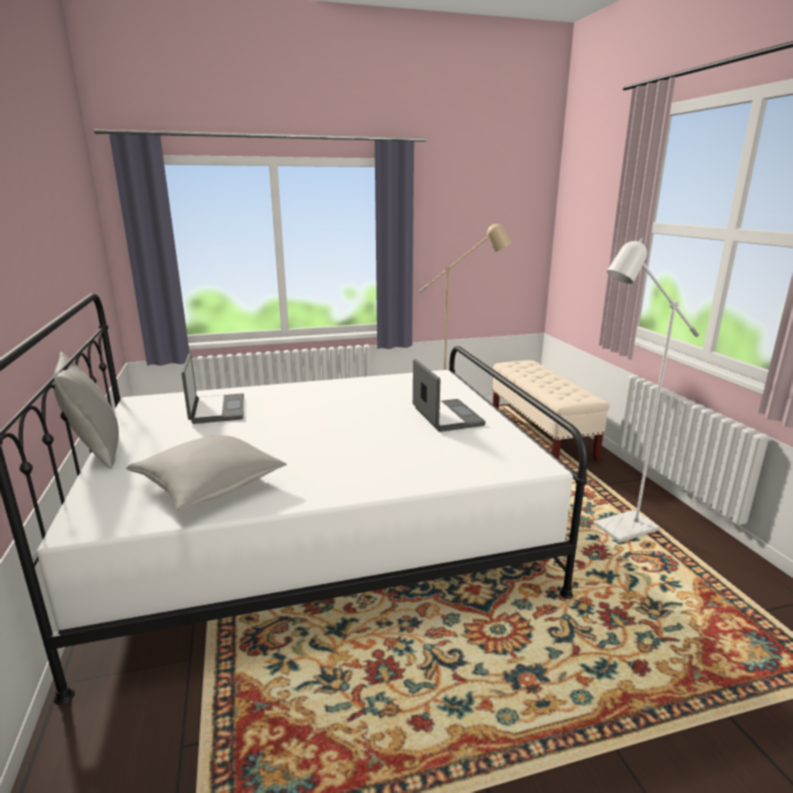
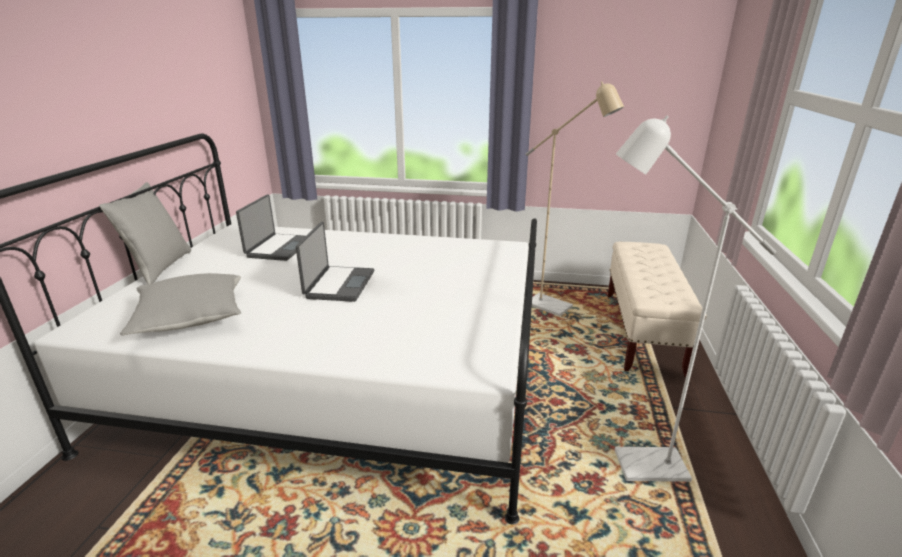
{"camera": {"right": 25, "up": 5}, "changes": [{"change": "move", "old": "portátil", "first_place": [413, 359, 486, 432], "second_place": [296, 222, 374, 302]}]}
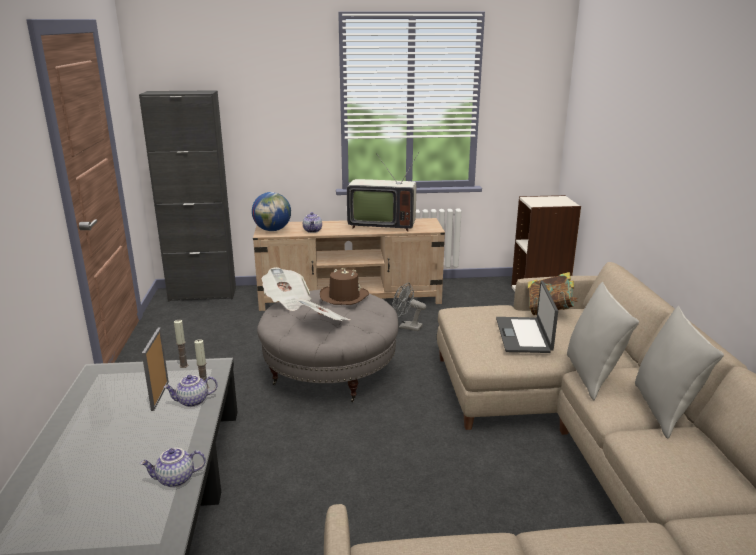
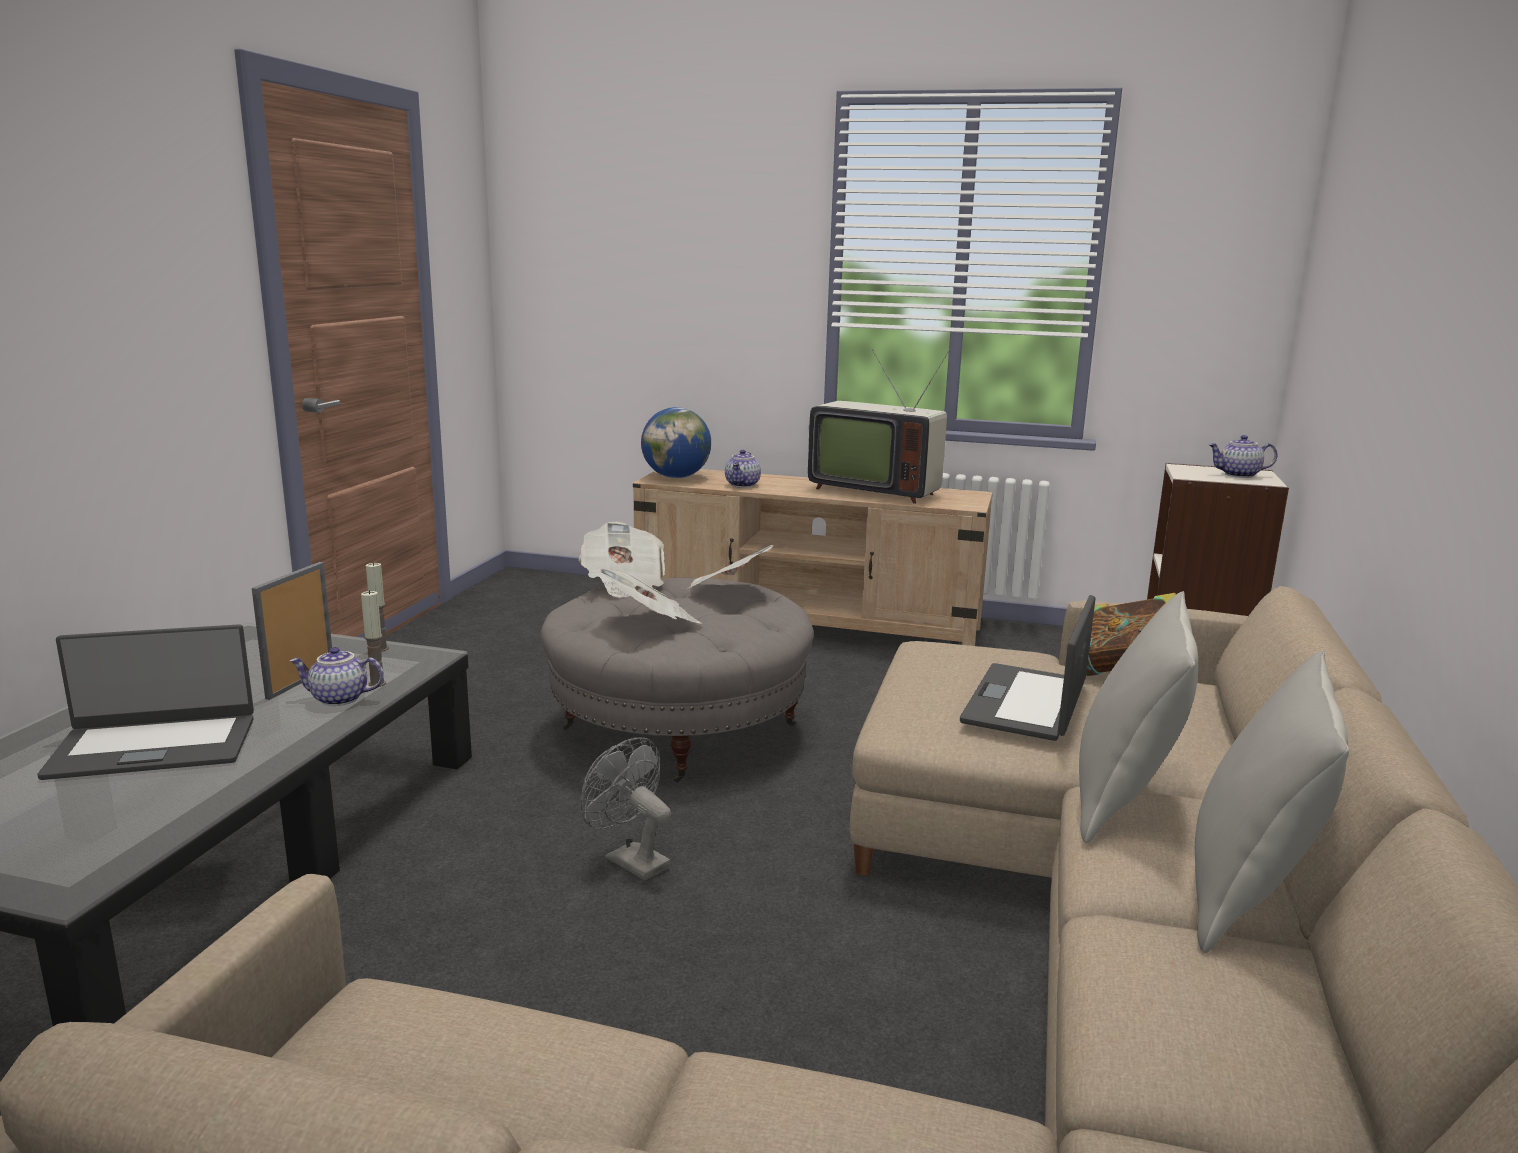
{"camera": {"right": 20, "up": -5}, "changes": [{"change": "delete", "old": "armario/negro", "first_place": [139, 90, 236, 302]}, {"change": "move", "old": "tetera", "first_place": [140, 448, 206, 488], "second_place": [1208, 435, 1277, 478]}, {"change": "replace", "old": "sombrero/marrón", "new": "periódico", "first_place": [320, 268, 369, 305], "second_place": [687, 545, 774, 589]}, {"change": "move", "old": "ventilador/gris", "first_place": [393, 282, 426, 331], "second_place": [580, 737, 671, 880]}, {"change": "insert", "new": "portátil", "second_place": [37, 624, 254, 780]}]}
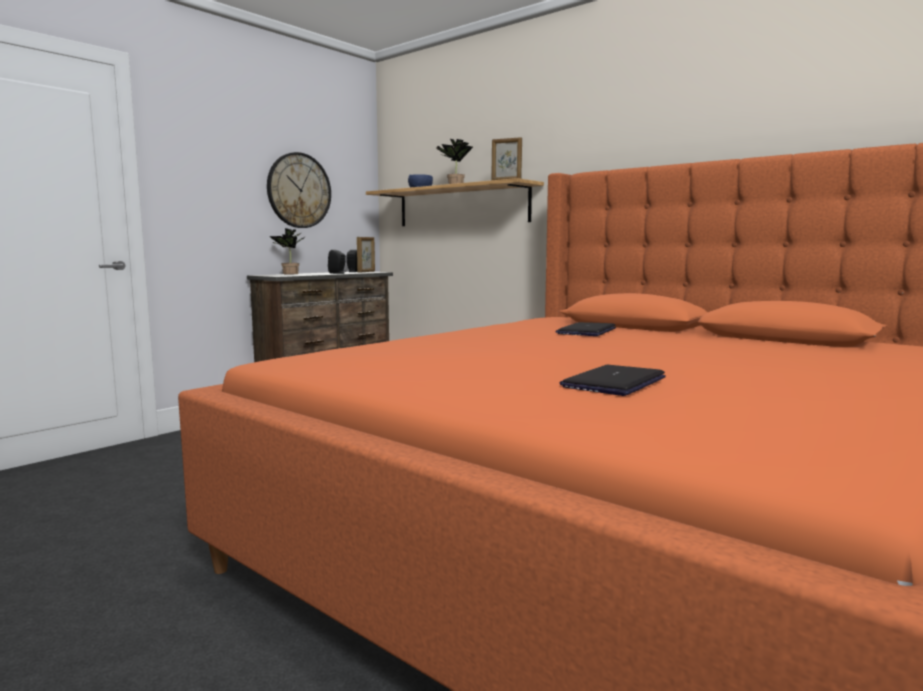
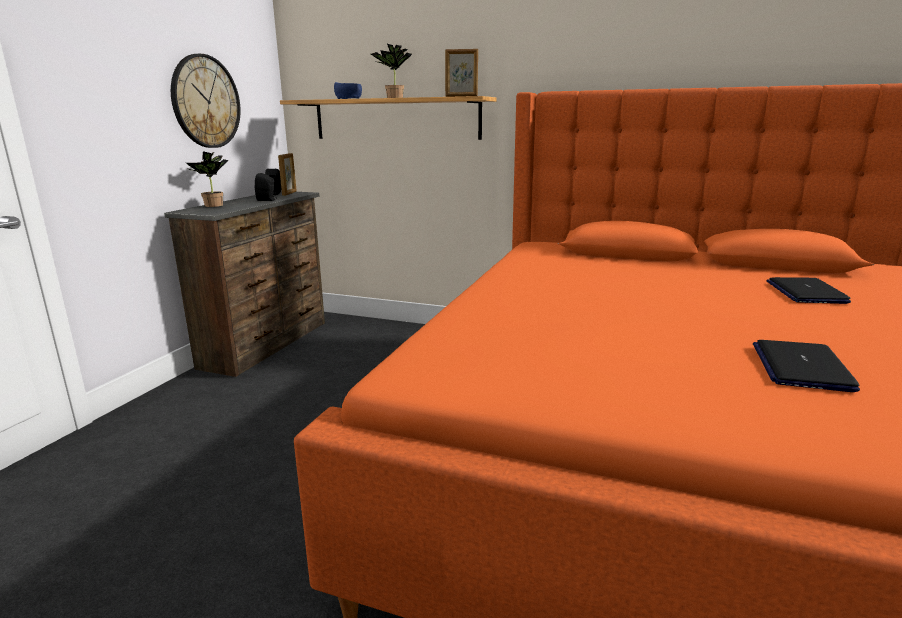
{"camera": {"right": -20, "up": 10}, "changes": [{"change": "move", "old": "portátil", "first_place": [556, 322, 616, 336], "second_place": [766, 277, 851, 304]}]}
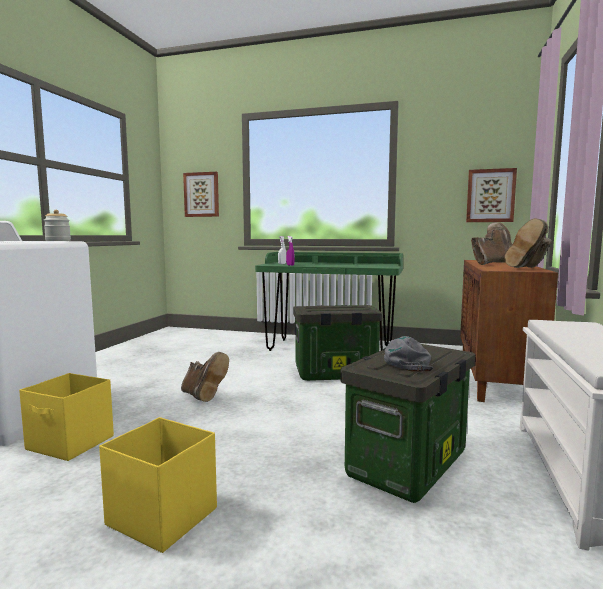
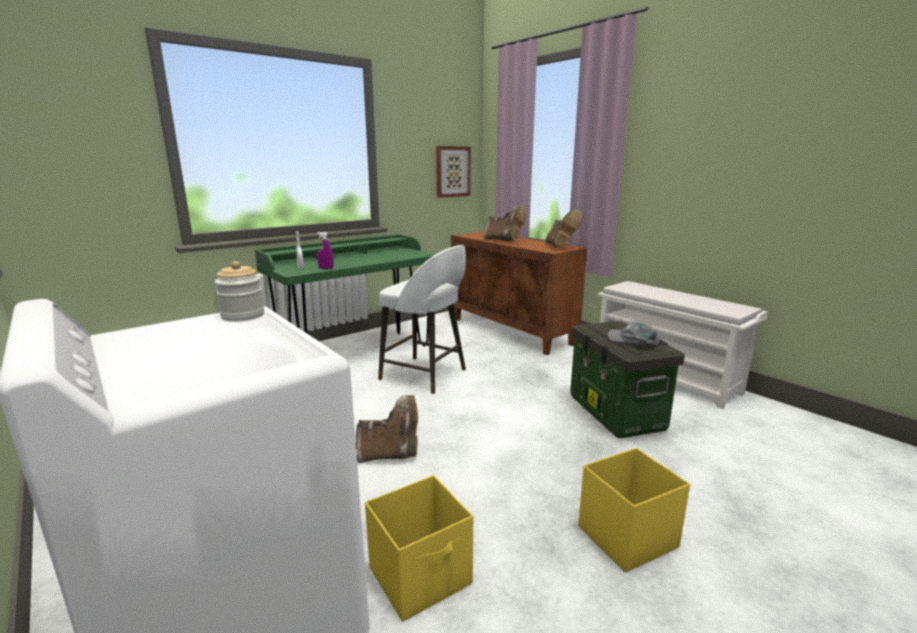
{"camera": {"right": -55, "up": 10}, "changes": [{"change": "delete", "old": "cuadro", "first_place": [183, 172, 219, 217]}, {"change": "replace", "old": "caja de almacenaje", "new": "taburete/blanco", "first_place": [293, 305, 383, 381], "second_place": [378, 245, 466, 394]}, {"change": "rotate", "old": "bota/marrón", "first_place": [471, 222, 512, 265], "second_place": [484, 205, 526, 241], "degrees": 120}]}
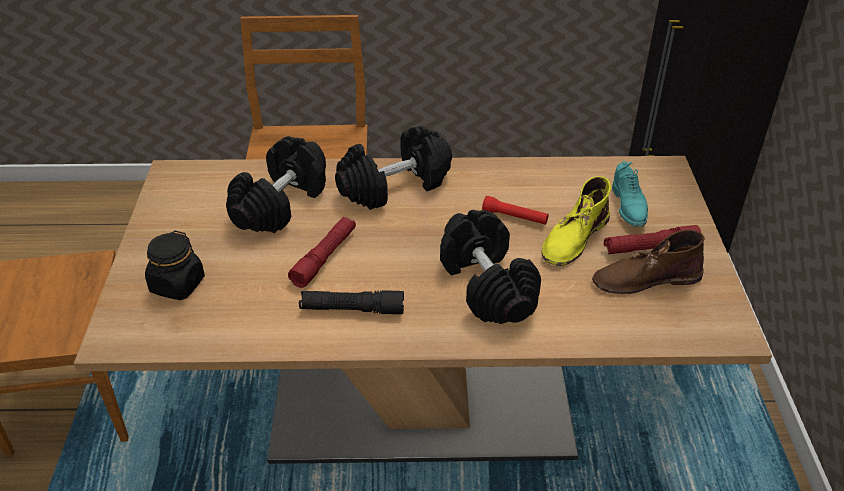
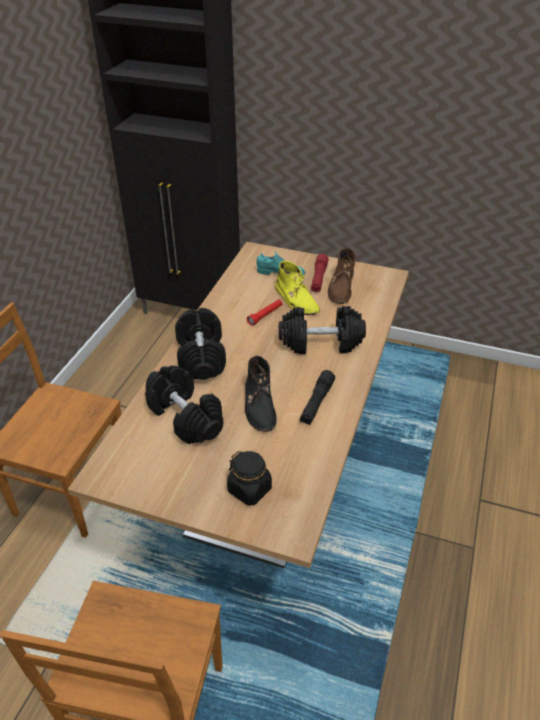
{"camera": {"right": -70, "up": 0}, "changes": [{"change": "replace", "old": "linterna/rojo", "new": "bota/negro", "first_place": [288, 217, 356, 288], "second_place": [245, 356, 277, 432]}]}
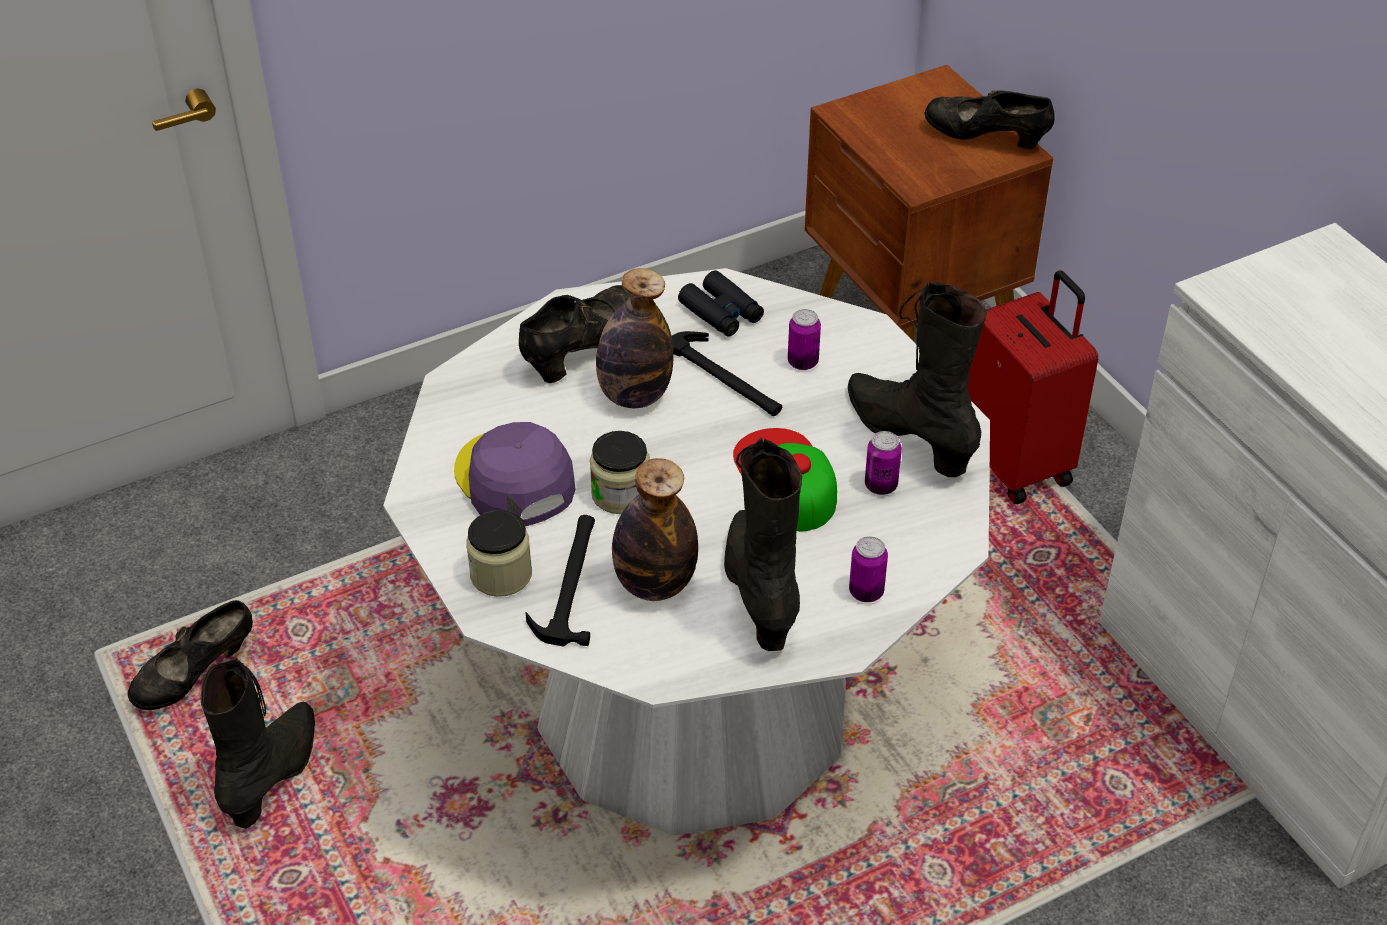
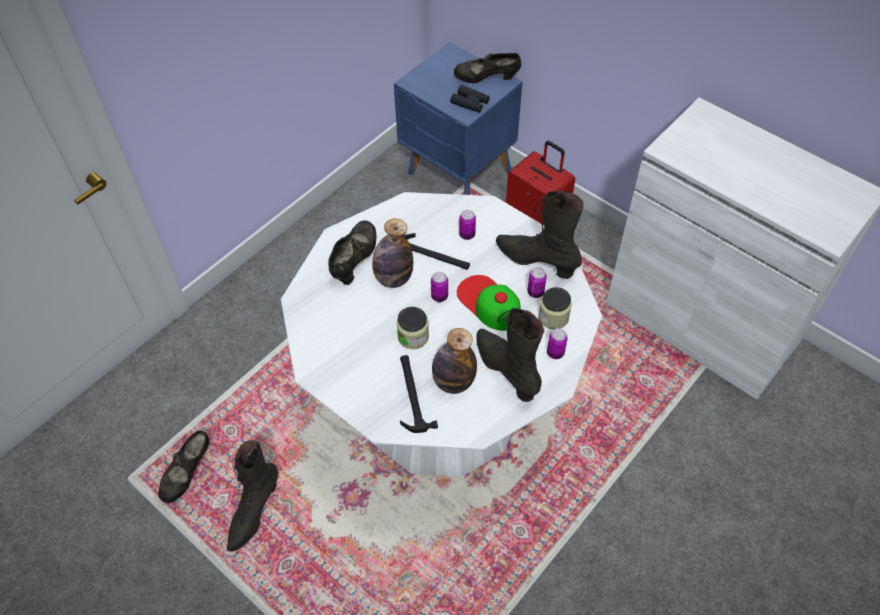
{"camera": {"right": -20, "up": 10}, "changes": [{"change": "rotate", "old": "bota/negro", "first_place": [201, 657, 315, 829], "second_place": [227, 440, 278, 552], "degrees": -150}, {"change": "delete", "old": "gorra/morado", "first_place": [454, 422, 575, 526]}, {"change": "move", "old": "tarro", "first_place": [466, 510, 532, 597], "second_place": [538, 287, 572, 330]}, {"change": "move", "old": "prismáticos/negro", "first_place": [678, 270, 764, 336], "second_place": [450, 85, 490, 113]}, {"change": "recolor", "old": "mesita de noche/marrón", "new": "mesita de noche/azul", "first_place": [805, 65, 1053, 342], "second_place": [394, 42, 523, 195]}, {"change": "insert", "new": "lata", "second_place": [431, 272, 448, 302]}]}
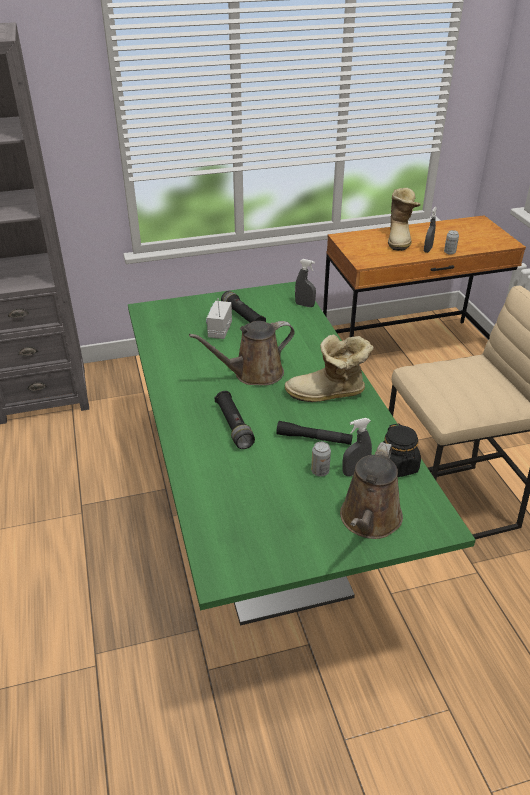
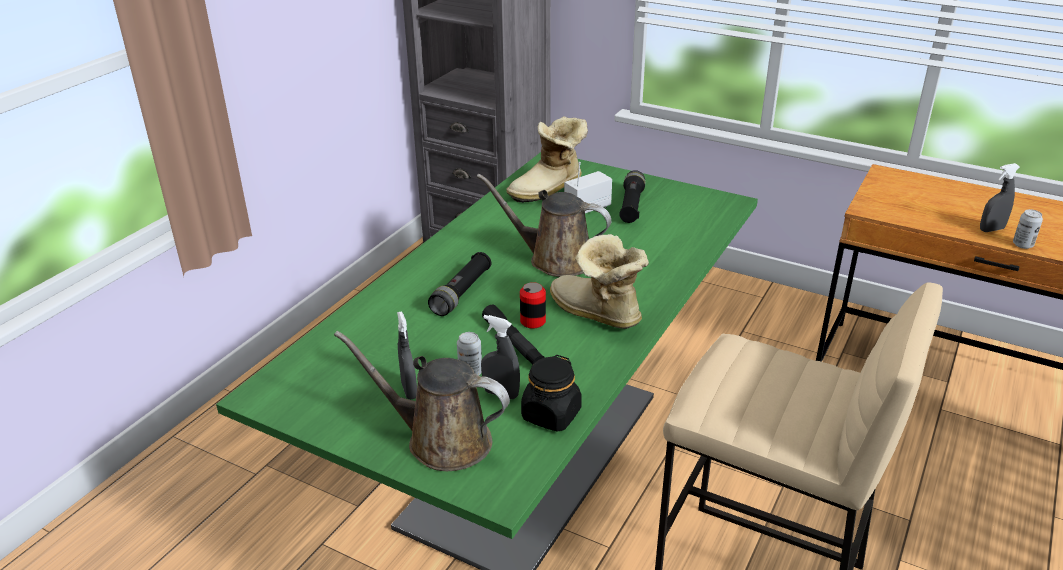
{"camera": {"right": 45, "up": -5}, "changes": [{"change": "move", "old": "pulverizador/gris", "first_place": [295, 259, 316, 307], "second_place": [397, 311, 417, 399]}, {"change": "rotate", "old": "regadera/marrón", "first_place": [340, 442, 403, 539], "second_place": [334, 331, 510, 471], "degrees": 45}, {"change": "move", "old": "bota", "first_place": [388, 188, 421, 251], "second_place": [506, 116, 588, 203]}, {"change": "insert", "new": "lata", "second_place": [520, 282, 546, 329]}]}
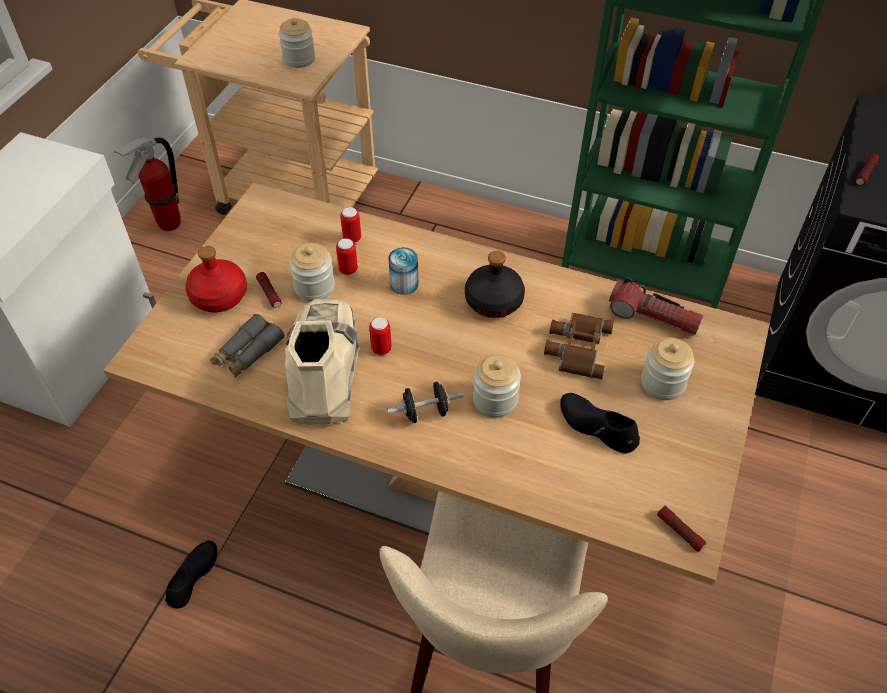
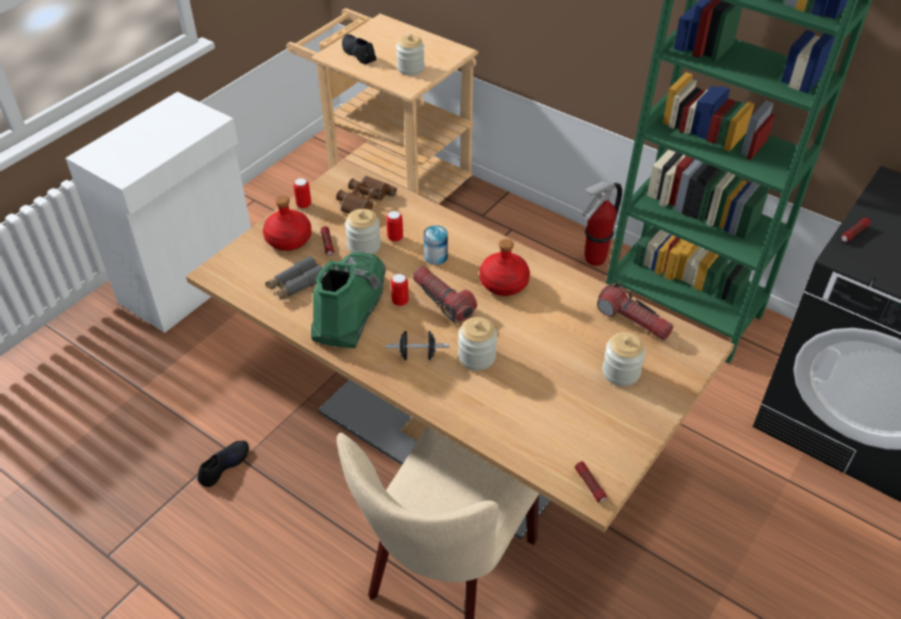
{"camera": {"right": 15, "up": -5}, "changes": [{"change": "move", "old": "extintor", "first_place": [114, 137, 180, 231], "second_place": [581, 181, 622, 266]}, {"change": "recolor", "old": "bota/beis", "new": "bota/verde", "first_place": [285, 298, 359, 425], "second_place": [311, 252, 386, 348]}, {"change": "move", "old": "lata", "first_place": [340, 207, 361, 243], "second_place": [293, 178, 311, 209]}, {"change": "recolor", "old": "botella/negro", "new": "botella/rojo", "first_place": [465, 251, 525, 318], "second_place": [479, 239, 530, 296]}, {"change": "move", "old": "prismáticos/marrón", "first_place": [544, 312, 614, 379], "second_place": [336, 176, 397, 214]}, {"change": "move", "old": "zapato/negro", "first_place": [560, 393, 640, 454], "second_place": [342, 34, 376, 64]}, {"change": "insert", "new": "linterna", "second_place": [413, 266, 477, 323]}]}
